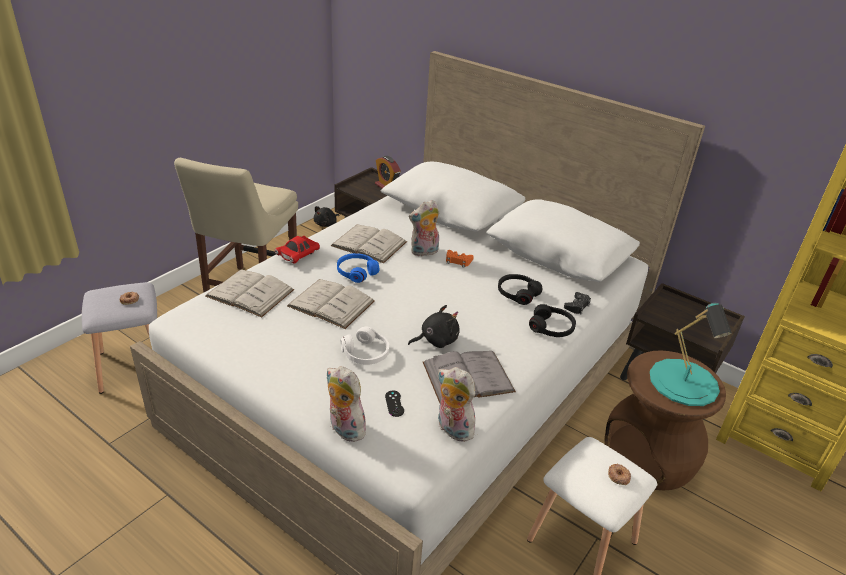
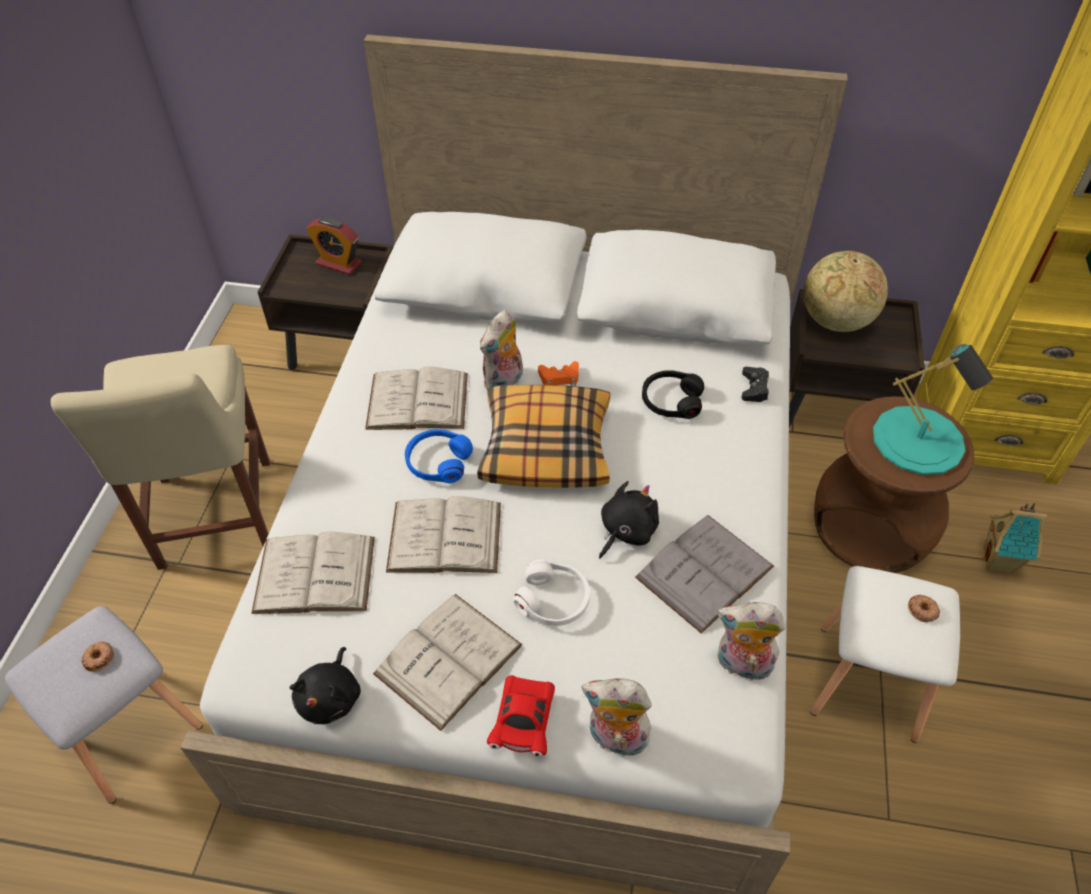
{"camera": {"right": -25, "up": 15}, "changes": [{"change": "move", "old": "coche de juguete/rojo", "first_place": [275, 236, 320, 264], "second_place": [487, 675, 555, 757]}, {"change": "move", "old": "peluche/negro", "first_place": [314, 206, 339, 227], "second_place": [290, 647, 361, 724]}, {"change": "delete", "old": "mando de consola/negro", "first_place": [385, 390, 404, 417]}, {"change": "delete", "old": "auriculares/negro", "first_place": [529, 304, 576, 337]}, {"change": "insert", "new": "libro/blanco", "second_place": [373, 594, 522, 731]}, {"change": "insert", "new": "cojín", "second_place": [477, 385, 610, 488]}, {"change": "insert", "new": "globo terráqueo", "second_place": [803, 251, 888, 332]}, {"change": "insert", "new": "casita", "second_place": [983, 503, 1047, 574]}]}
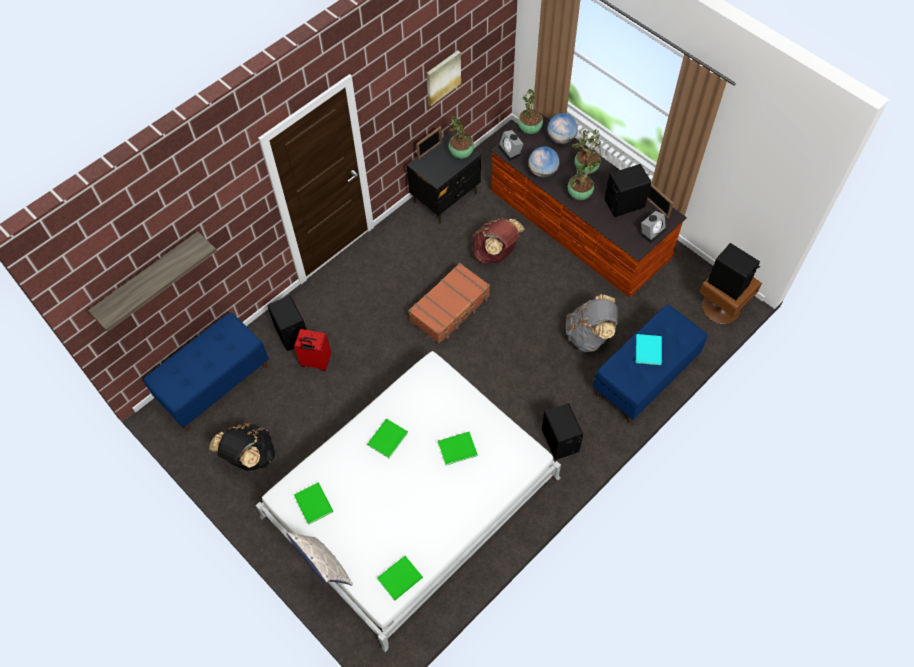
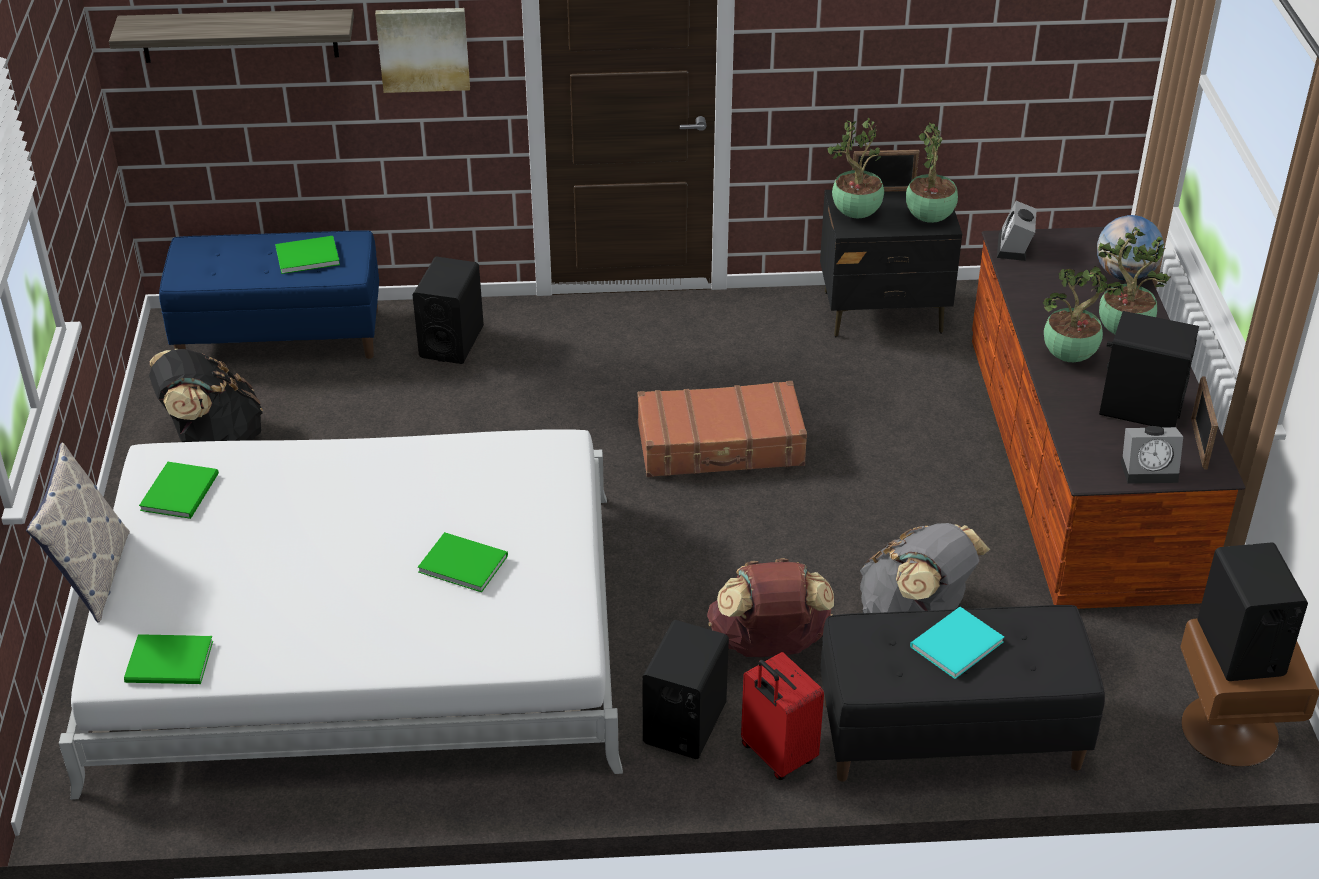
{"camera": {"right": 40, "up": -20}, "changes": [{"change": "move", "old": "maleta/rojo", "first_place": [294, 329, 331, 371], "second_place": [741, 652, 824, 780]}, {"change": "move", "old": "libro/verde", "first_place": [367, 419, 408, 458], "second_place": [275, 236, 340, 274]}, {"change": "move", "old": "cuadro", "first_place": [427, 50, 461, 106], "second_place": [375, 8, 470, 93]}, {"change": "move", "old": "mochila/marrón", "first_place": [472, 218, 525, 264], "second_place": [707, 558, 834, 657]}, {"change": "move", "old": "planta en maceta", "first_place": [518, 89, 543, 134], "second_place": [827, 118, 884, 218]}, {"change": "delete", "old": "globo terráqueo", "first_place": [528, 147, 560, 178]}, {"change": "recolor", "old": "banco/azul", "new": "banco/negro", "first_place": [593, 305, 707, 423], "second_place": [820, 605, 1105, 782]}]}
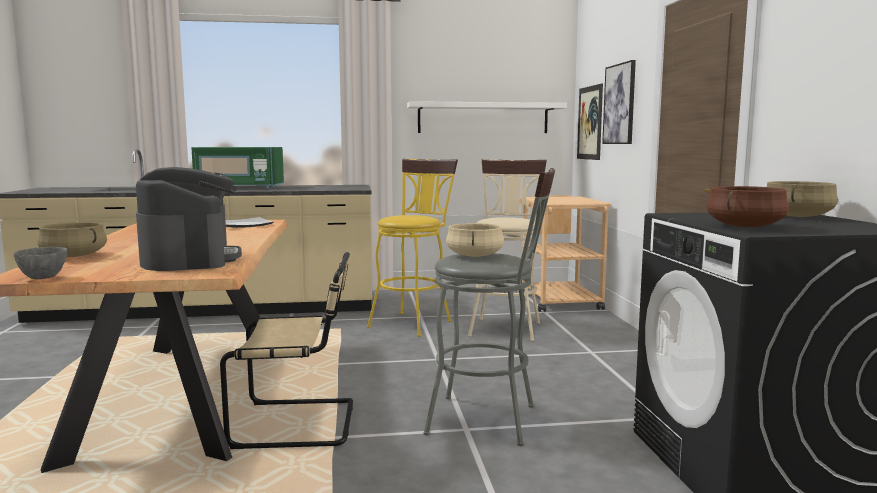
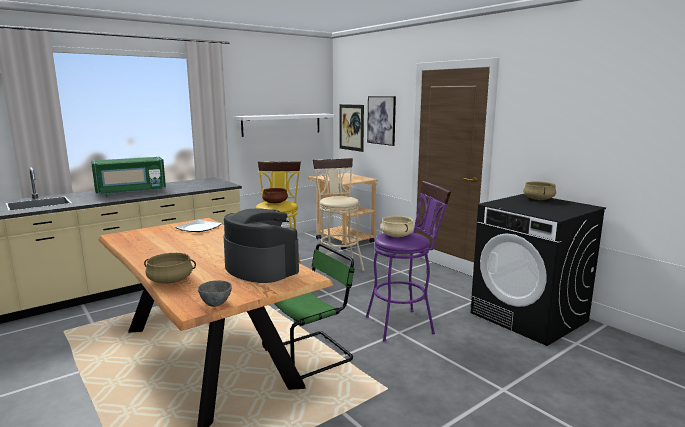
{"camera": {"right": -30, "up": 5}, "changes": [{"change": "recolor", "old": "silla/beis", "new": "silla/verde", "first_place": [220, 252, 353, 449], "second_place": [262, 243, 354, 379]}, {"change": "recolor", "old": "taburete/gris", "new": "taburete/morado", "first_place": [424, 168, 555, 446], "second_place": [366, 181, 451, 342]}, {"change": "move", "old": "olla/marrón", "first_place": [706, 186, 789, 227], "second_place": [262, 188, 288, 203]}]}
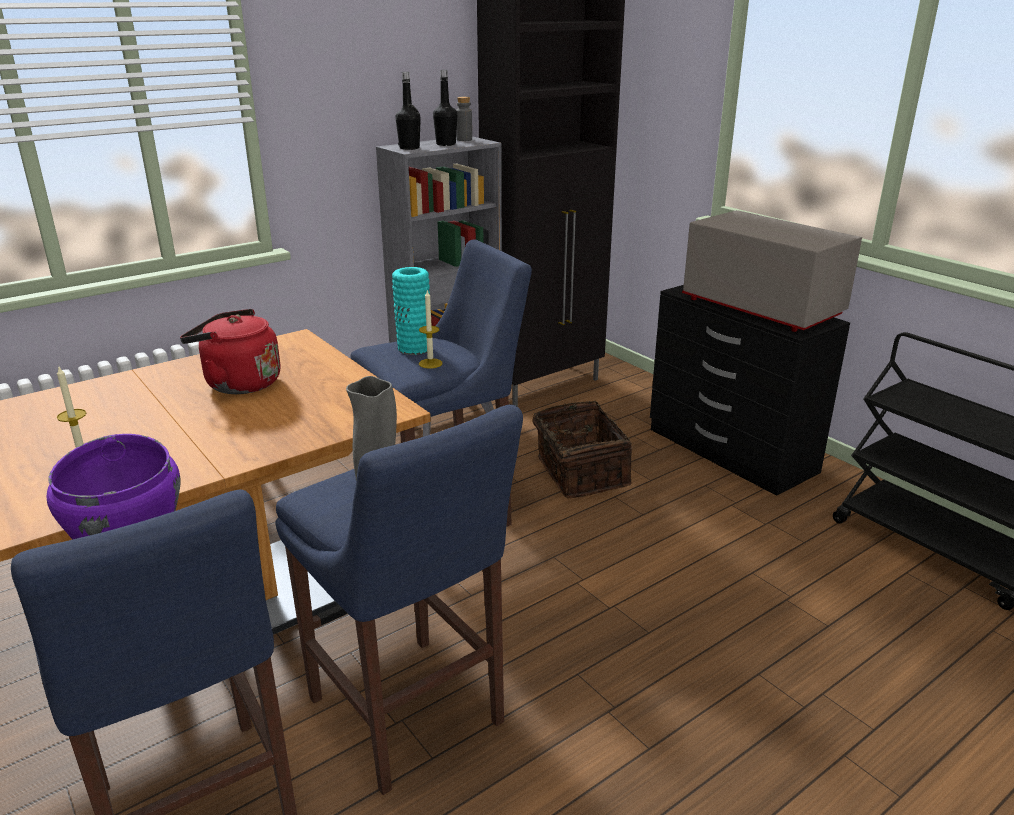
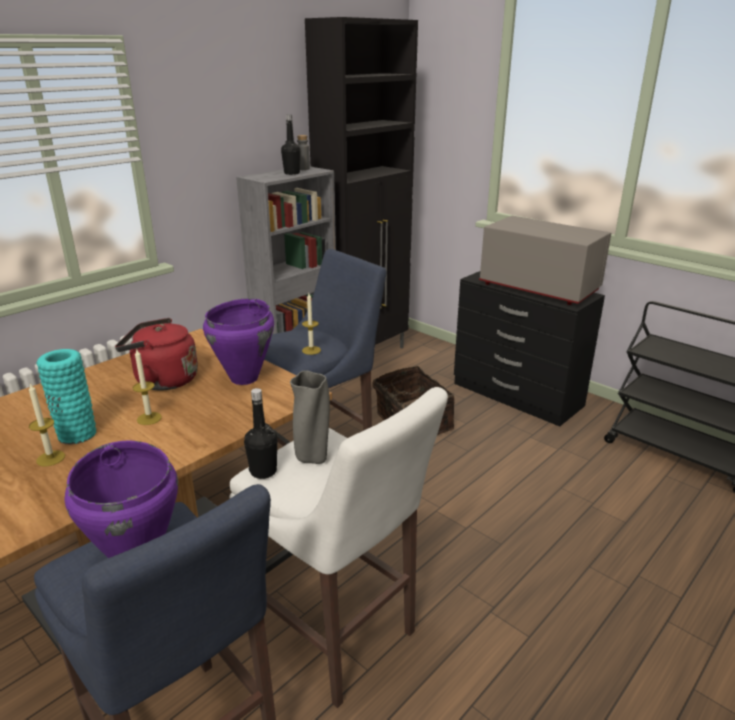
{"camera": {"right": -10, "up": 0}, "changes": [{"change": "recolor", "old": "taburete/azul", "new": "taburete/blanco", "first_place": [275, 404, 523, 795], "second_place": [229, 387, 448, 708]}, {"change": "move", "old": "florero/turquesa", "first_place": [392, 267, 430, 355], "second_place": [37, 349, 96, 445]}, {"change": "move", "old": "botella/negro", "first_place": [395, 72, 421, 150], "second_place": [244, 388, 277, 479]}, {"change": "insert", "new": "vela", "second_place": [133, 350, 162, 425]}, {"change": "insert", "new": "olla/morado", "second_place": [203, 298, 274, 385]}]}
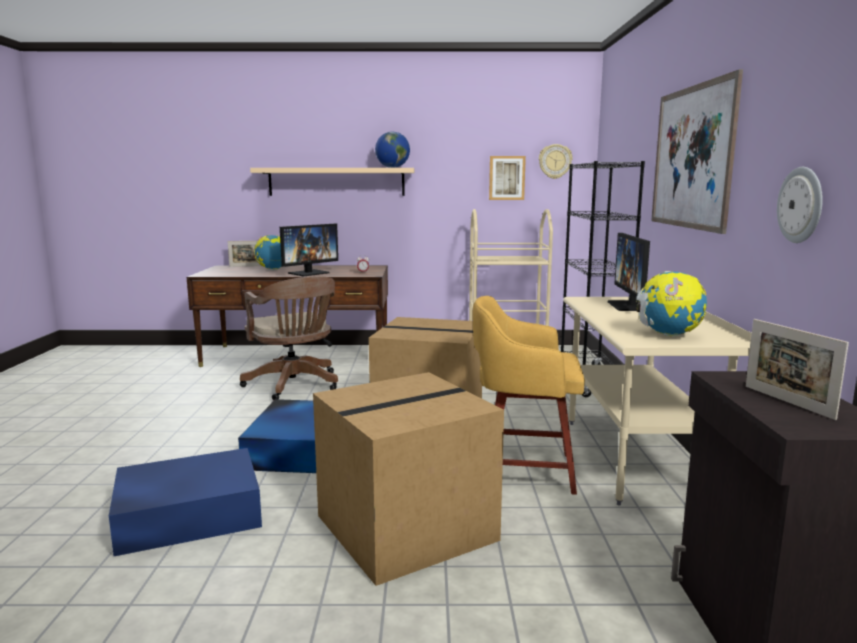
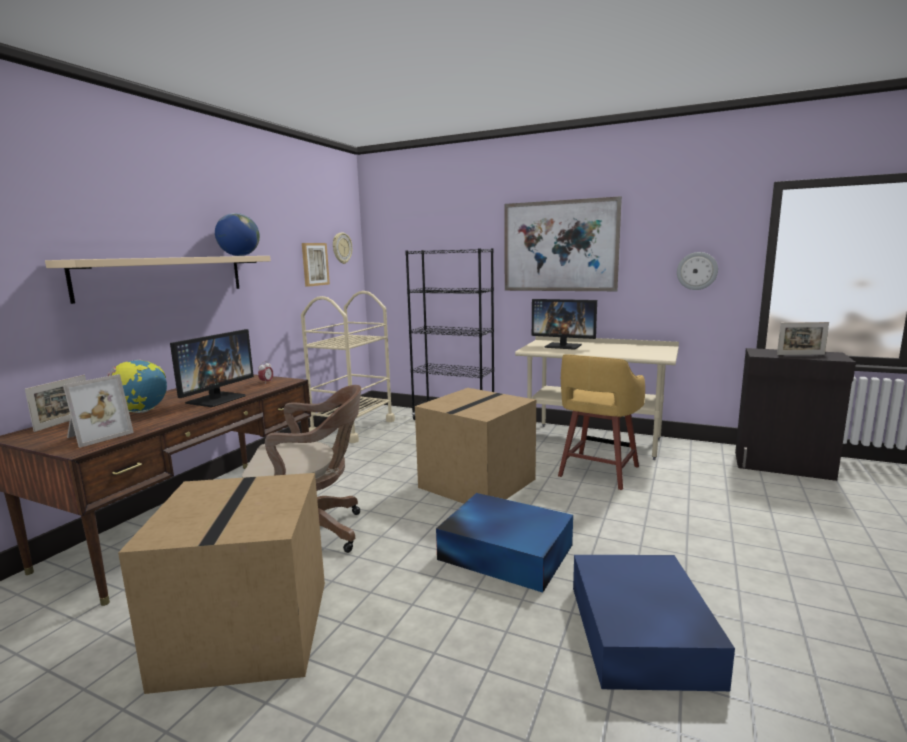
{"camera": {"right": -65, "up": 0}, "changes": [{"change": "rotate", "old": "monitor", "first_place": [280, 223, 338, 276], "second_place": [170, 329, 254, 407], "degrees": 45}, {"change": "move", "old": "caja de cartón", "first_place": [313, 372, 504, 586], "second_place": [118, 473, 325, 694]}, {"change": "delete", "old": "globo terráqueo", "first_place": [636, 271, 707, 336]}, {"change": "insert", "new": "portarretratos", "second_place": [63, 374, 134, 448]}]}
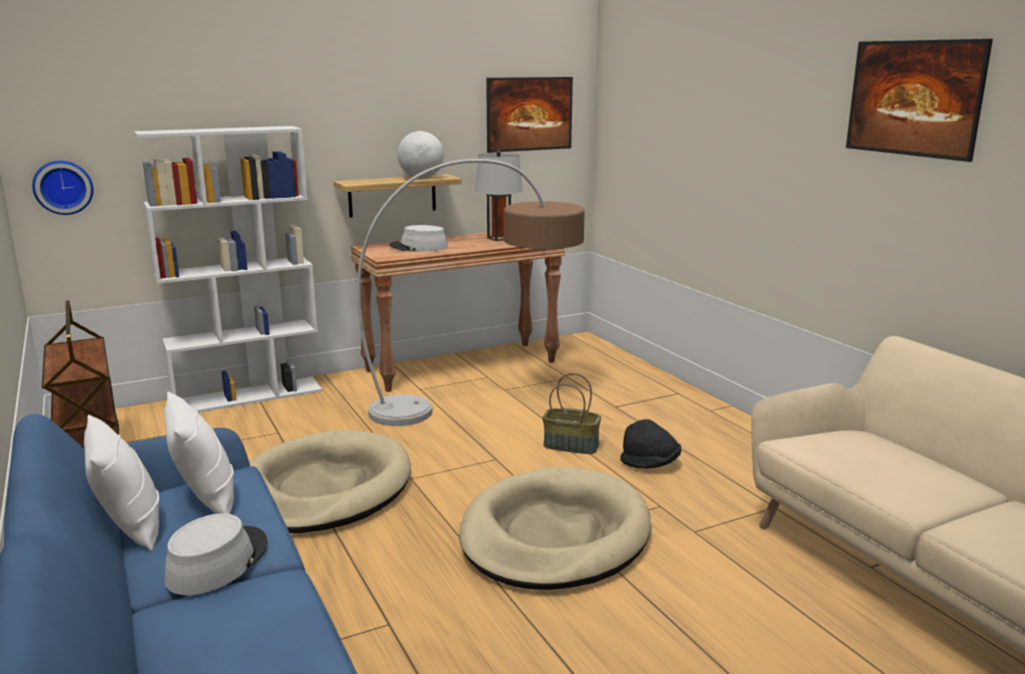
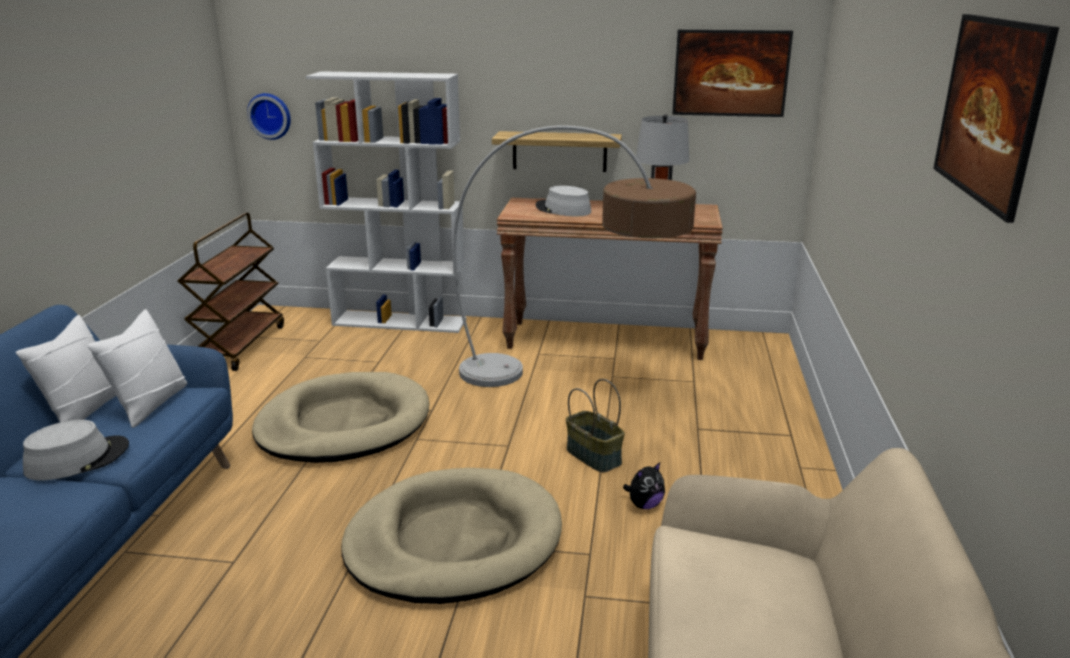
{"camera": {"right": 35, "up": 5}, "changes": [{"change": "delete", "old": "globo terráqueo", "first_place": [397, 131, 444, 179]}, {"change": "replace", "old": "sombrero/negro", "new": "peluche", "first_place": [620, 419, 681, 469], "second_place": [623, 462, 665, 509]}]}
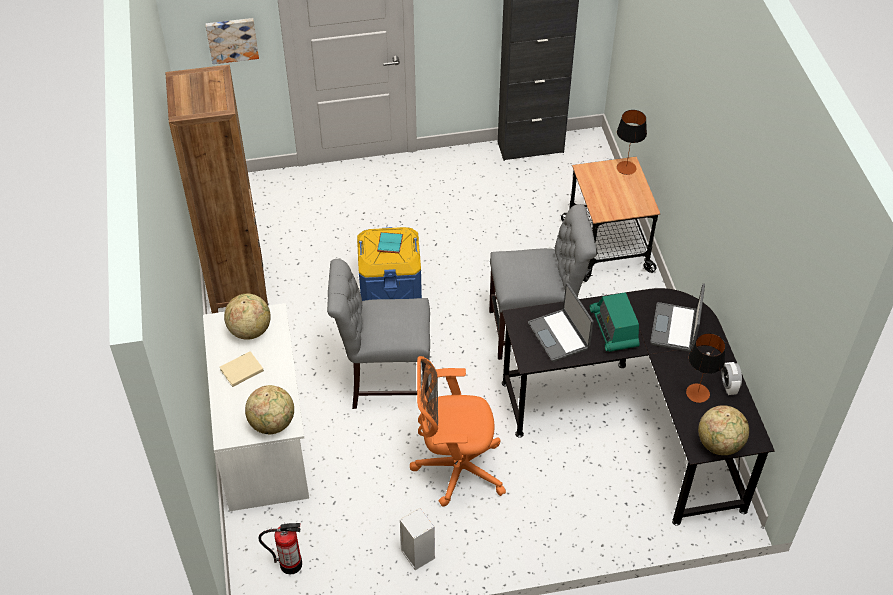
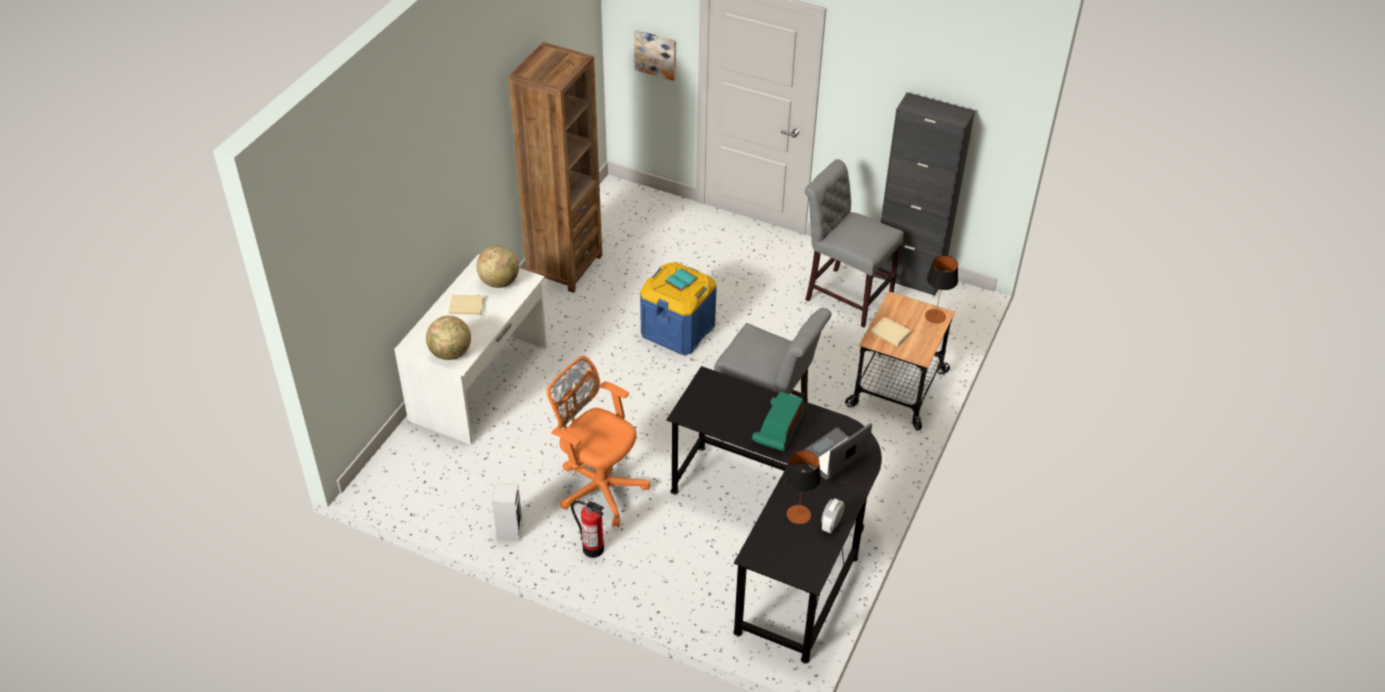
{"camera": {"right": 35, "up": -5}, "changes": [{"change": "move", "old": "extintor", "first_place": [258, 523, 302, 575], "second_place": [571, 500, 604, 558]}, {"change": "move", "old": "silla/gris", "first_place": [327, 259, 430, 409], "second_place": [805, 159, 904, 327]}, {"change": "delete", "old": "portátil", "first_place": [528, 283, 594, 362]}, {"change": "delete", "old": "globo terráqueo", "first_place": [698, 405, 749, 455]}, {"change": "insert", "new": "libro/beis", "second_place": [871, 317, 911, 346]}]}
